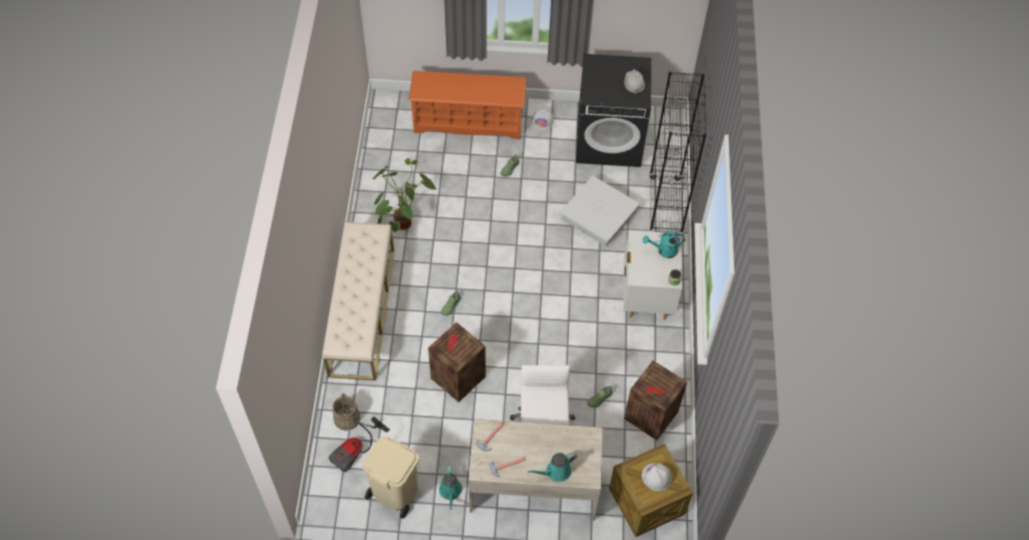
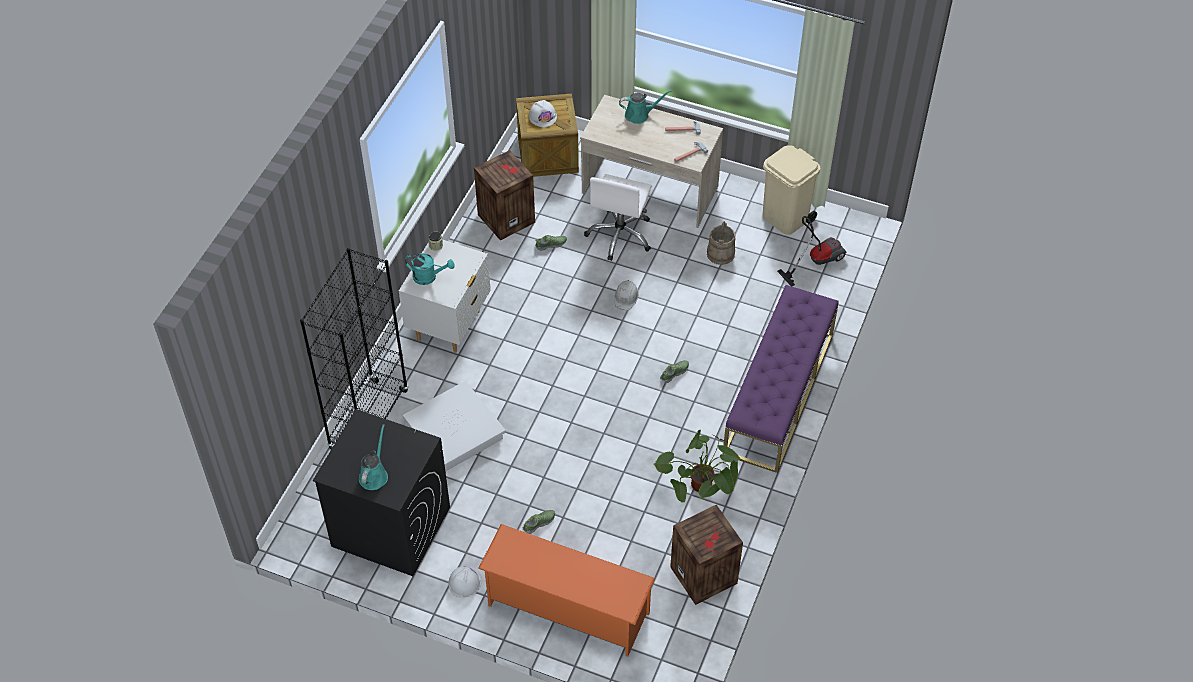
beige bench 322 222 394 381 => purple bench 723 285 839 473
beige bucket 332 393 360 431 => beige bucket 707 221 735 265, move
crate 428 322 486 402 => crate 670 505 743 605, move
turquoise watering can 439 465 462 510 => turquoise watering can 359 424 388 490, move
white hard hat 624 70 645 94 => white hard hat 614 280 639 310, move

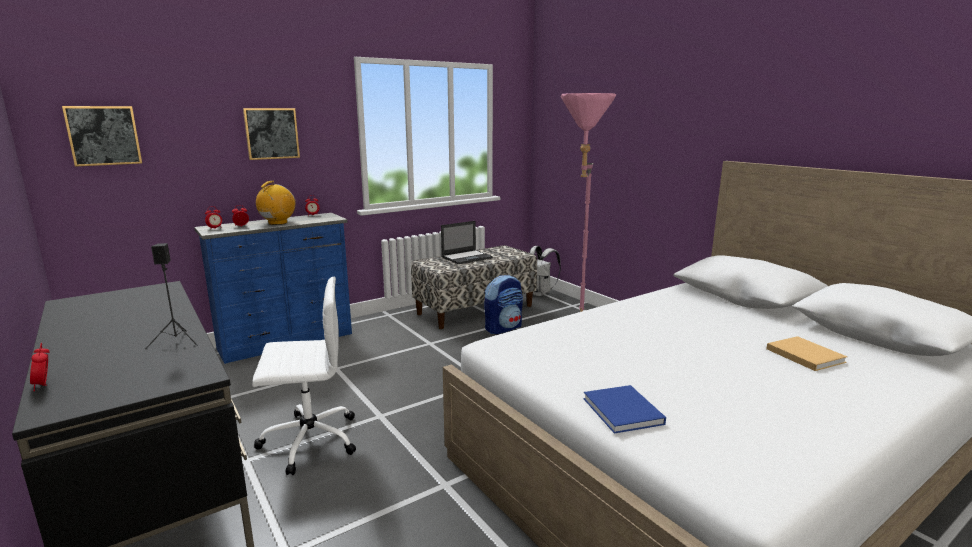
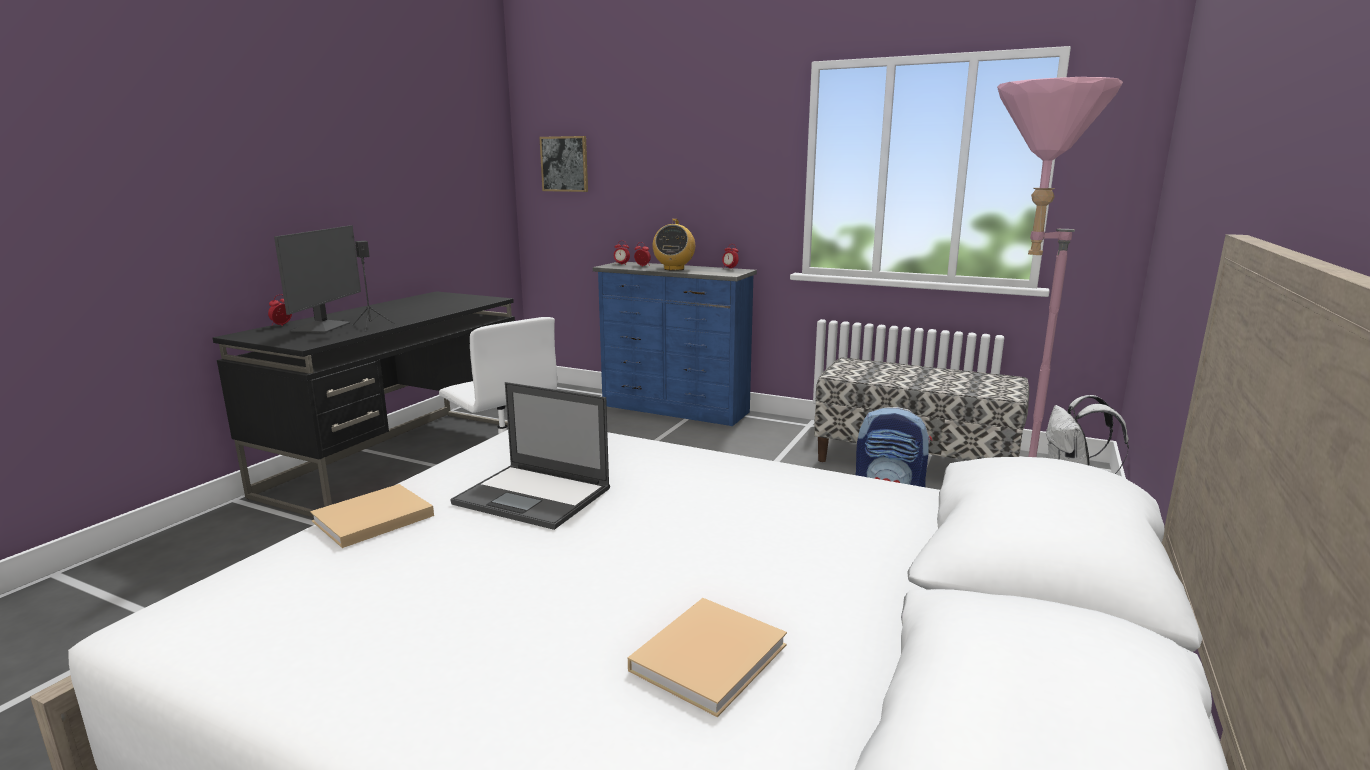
picture 243 108 300 160 => nothing
radio 256 181 296 225 => radio 653 219 695 271, 105 degrees clockwise
laptop 441 221 493 264 => laptop 450 382 610 530, move
blue book 583 385 666 434 => beige book 310 484 434 548
nothing => monitor 274 225 361 333

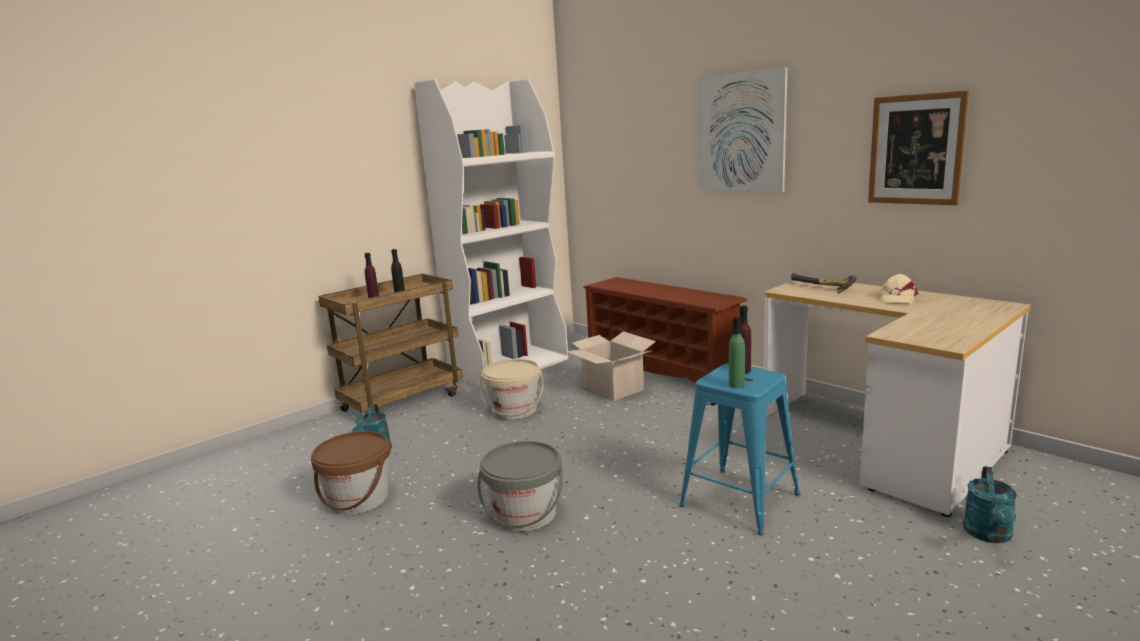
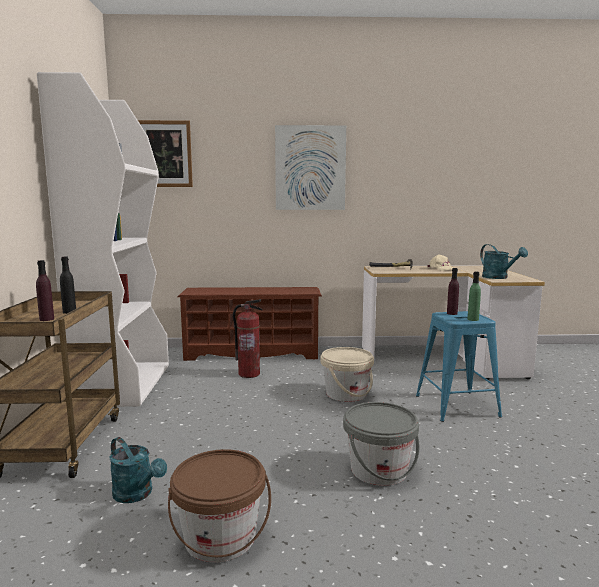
beige bucket 480 359 544 420 => beige bucket 320 347 374 402, move
cardboard box 565 331 656 401 => fire extinguisher 233 299 263 378
picture 868 90 969 205 => picture 138 120 193 187, move
turquoise watering can 963 466 1017 543 => turquoise watering can 480 244 528 279, move

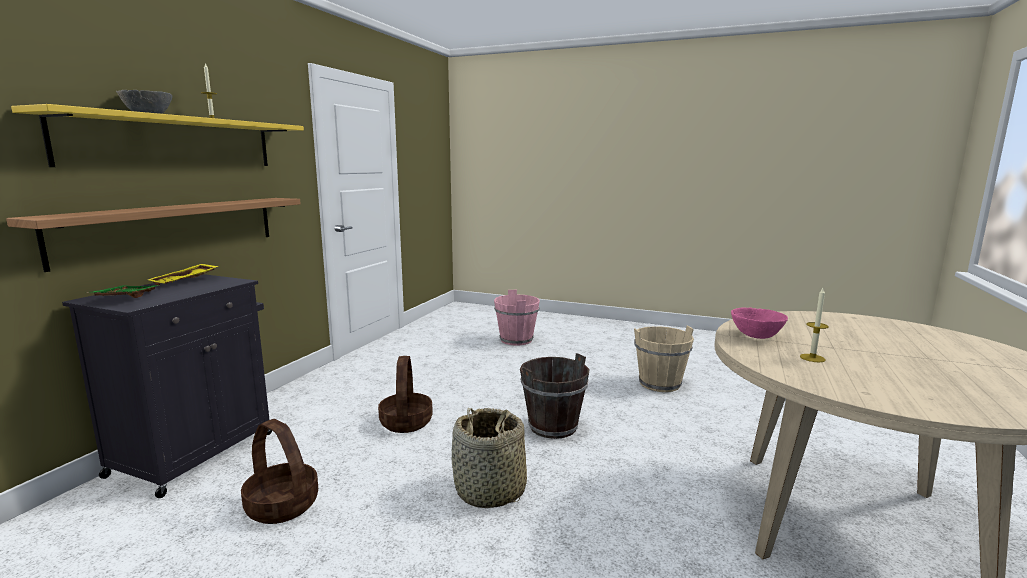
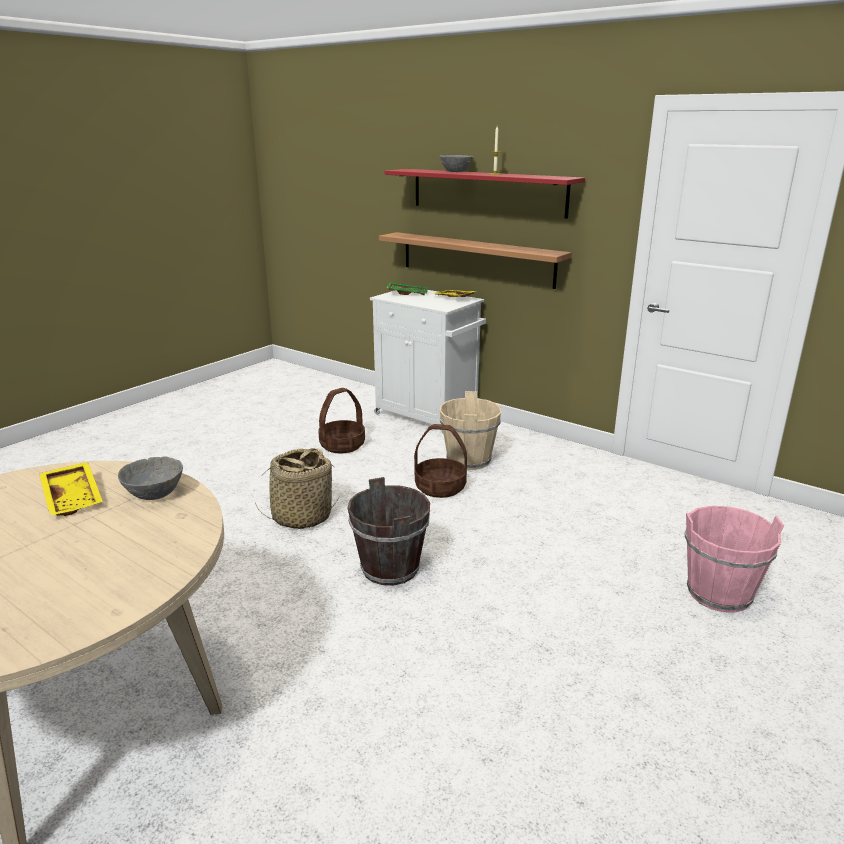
yellow shelf 11 104 304 167 => red shelf 384 169 585 219
black cabinet 62 274 272 498 => white cabinet 370 290 486 435
beige bucket 634 326 694 392 => beige bucket 440 391 501 470, move
pink bowl 731 308 788 339 => grey bowl 118 456 183 500
candle 800 288 829 362 => yellow tray 39 462 103 516

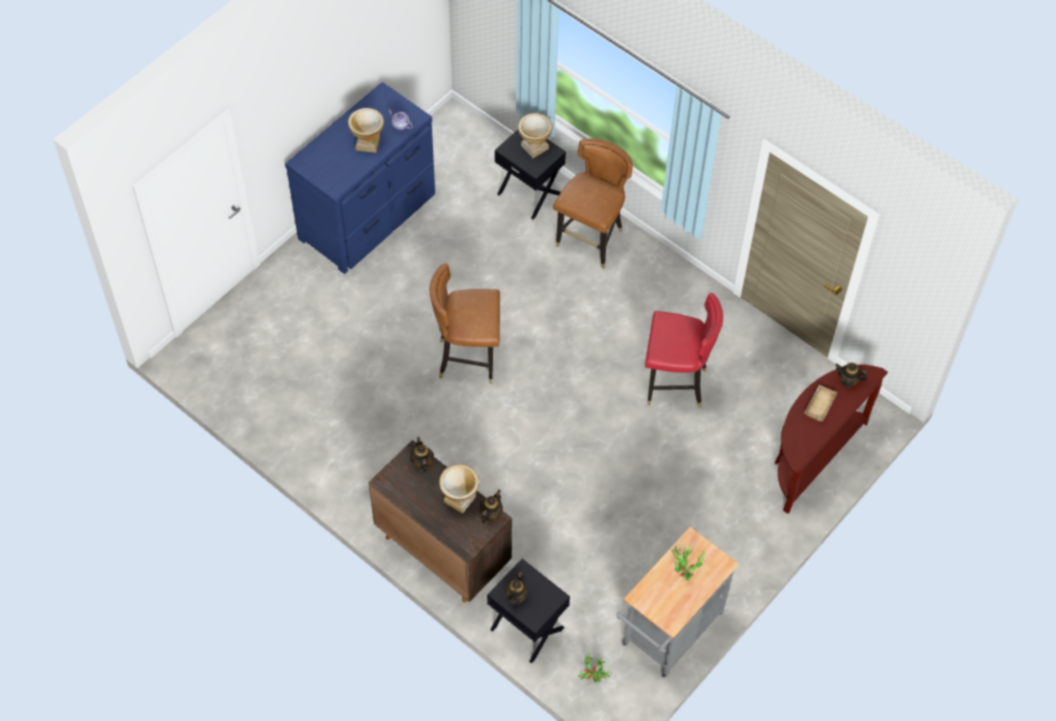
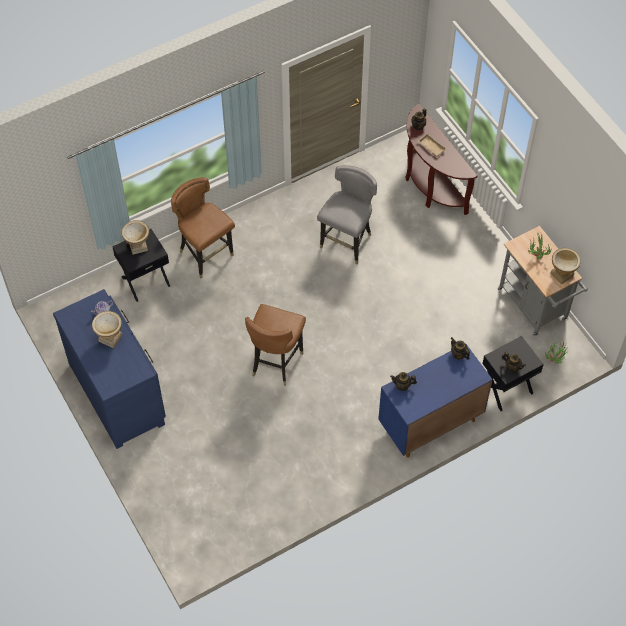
brown cabinet 368 440 512 602 => blue cabinet 378 343 493 458
vase 439 464 479 513 => vase 550 248 581 284, move
red chair 645 293 723 408 => grey chair 317 165 377 265

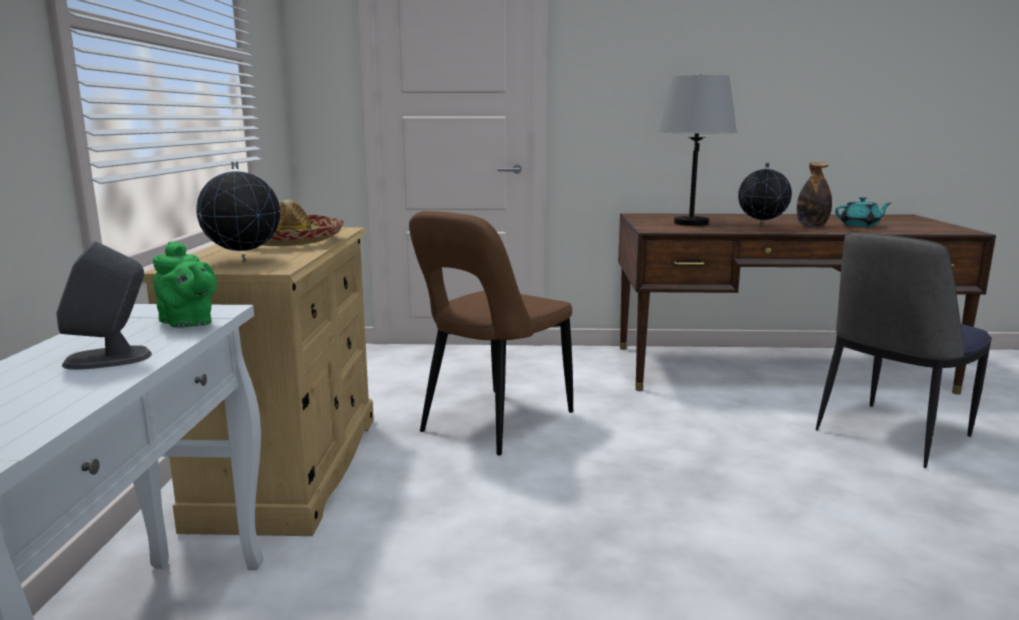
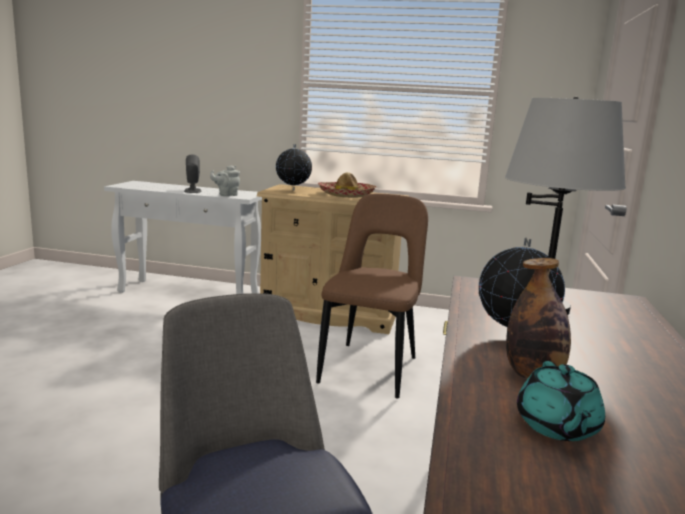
green teapot 153 242 217 328 => grey teapot 210 165 240 196
brown chair 409 211 573 455 => brown chair 316 194 428 399, 60 degrees clockwise

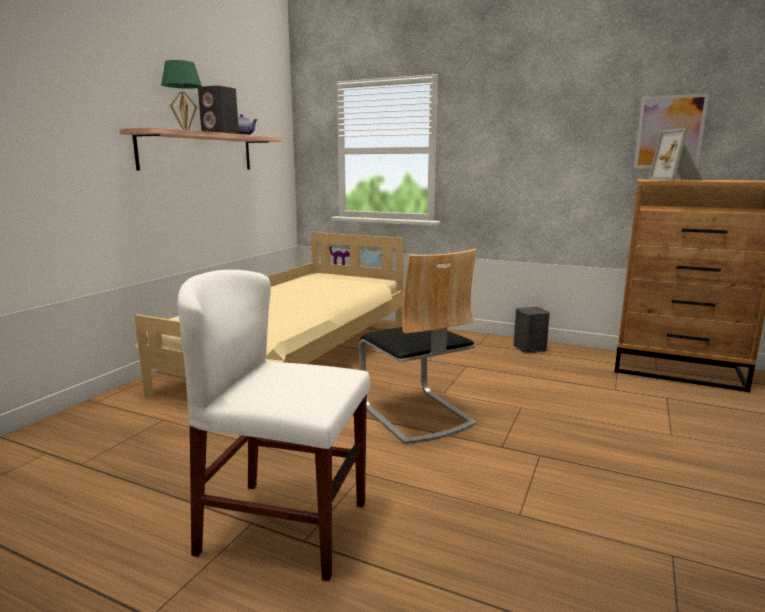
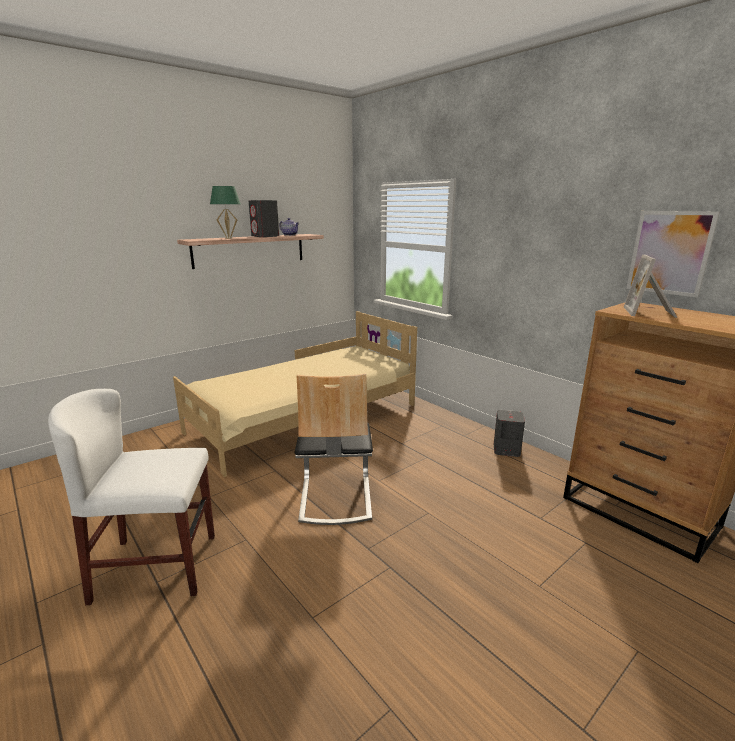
white chair 178 270 370 581 => white chair 48 389 215 605, 45 degrees counterclockwise

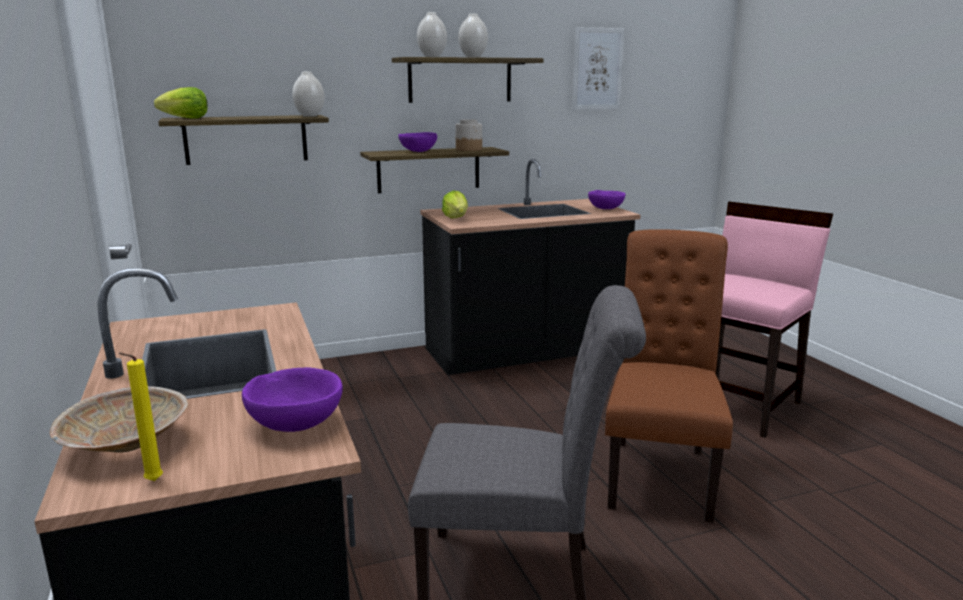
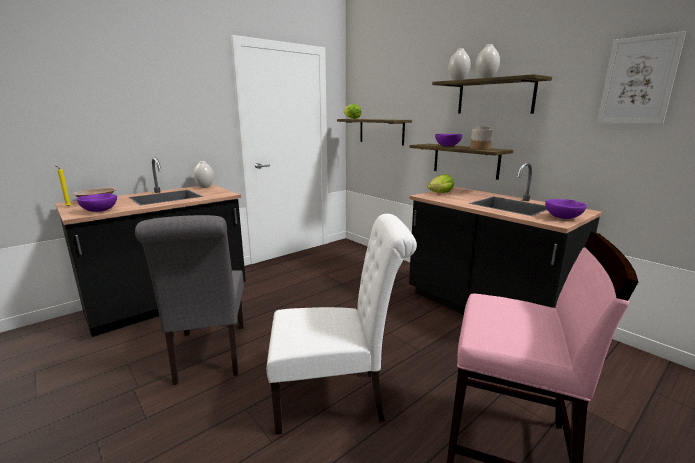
white vase 292 72 325 117 => white vase 194 161 214 188, move
brown chair 605 229 733 523 => white chair 267 214 417 434

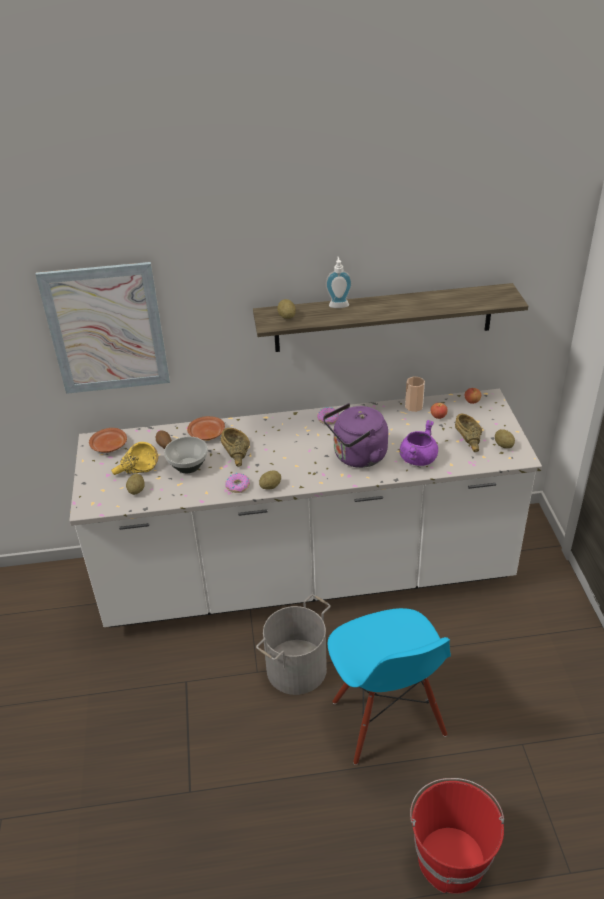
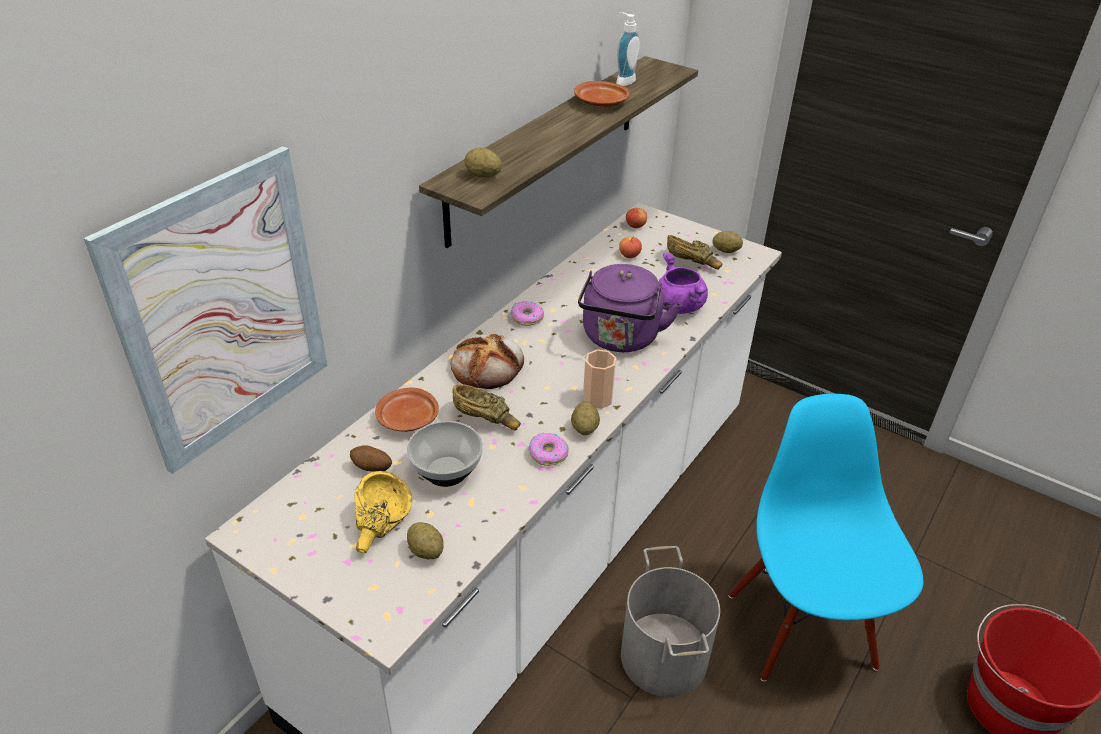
brown plate 89 428 127 453 => brown plate 574 81 630 107, move
soap dispenser 326 257 352 308 => soap dispenser 616 12 640 86, move
blue chair 328 608 451 765 => blue chair 729 394 923 682, 120 degrees counterclockwise
cup 405 376 425 412 => cup 583 349 616 409, move
nothing => bread 451 334 524 389

